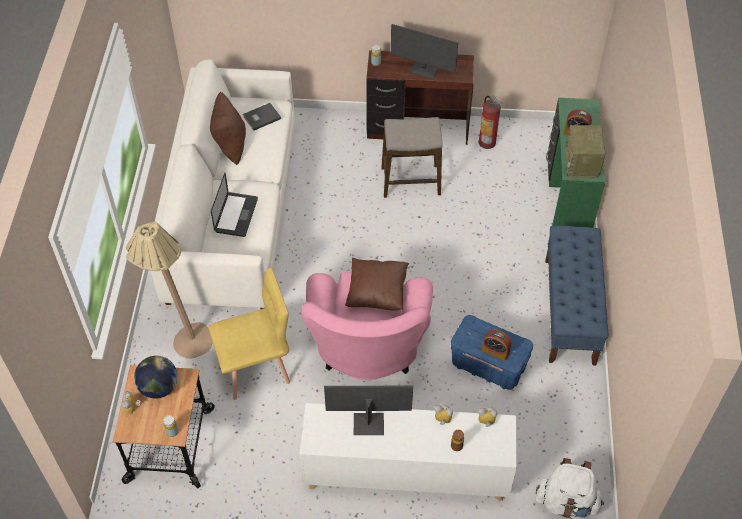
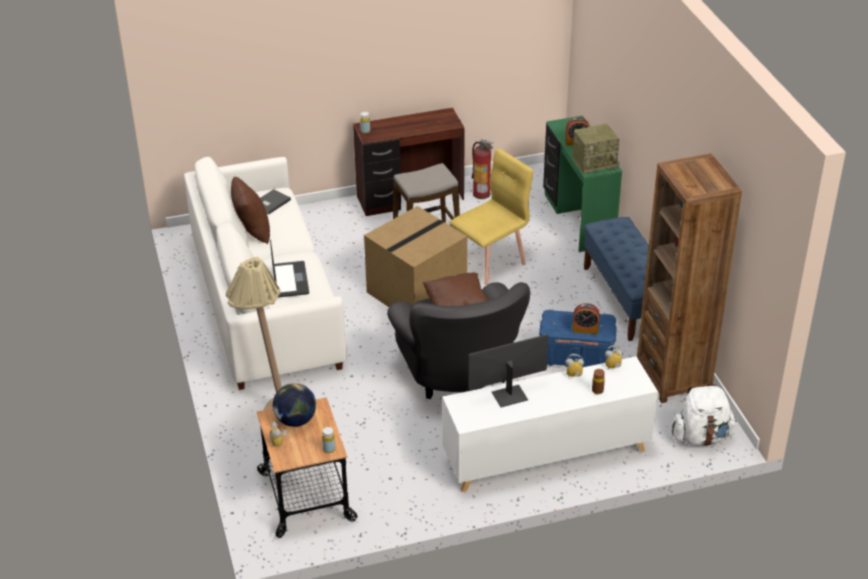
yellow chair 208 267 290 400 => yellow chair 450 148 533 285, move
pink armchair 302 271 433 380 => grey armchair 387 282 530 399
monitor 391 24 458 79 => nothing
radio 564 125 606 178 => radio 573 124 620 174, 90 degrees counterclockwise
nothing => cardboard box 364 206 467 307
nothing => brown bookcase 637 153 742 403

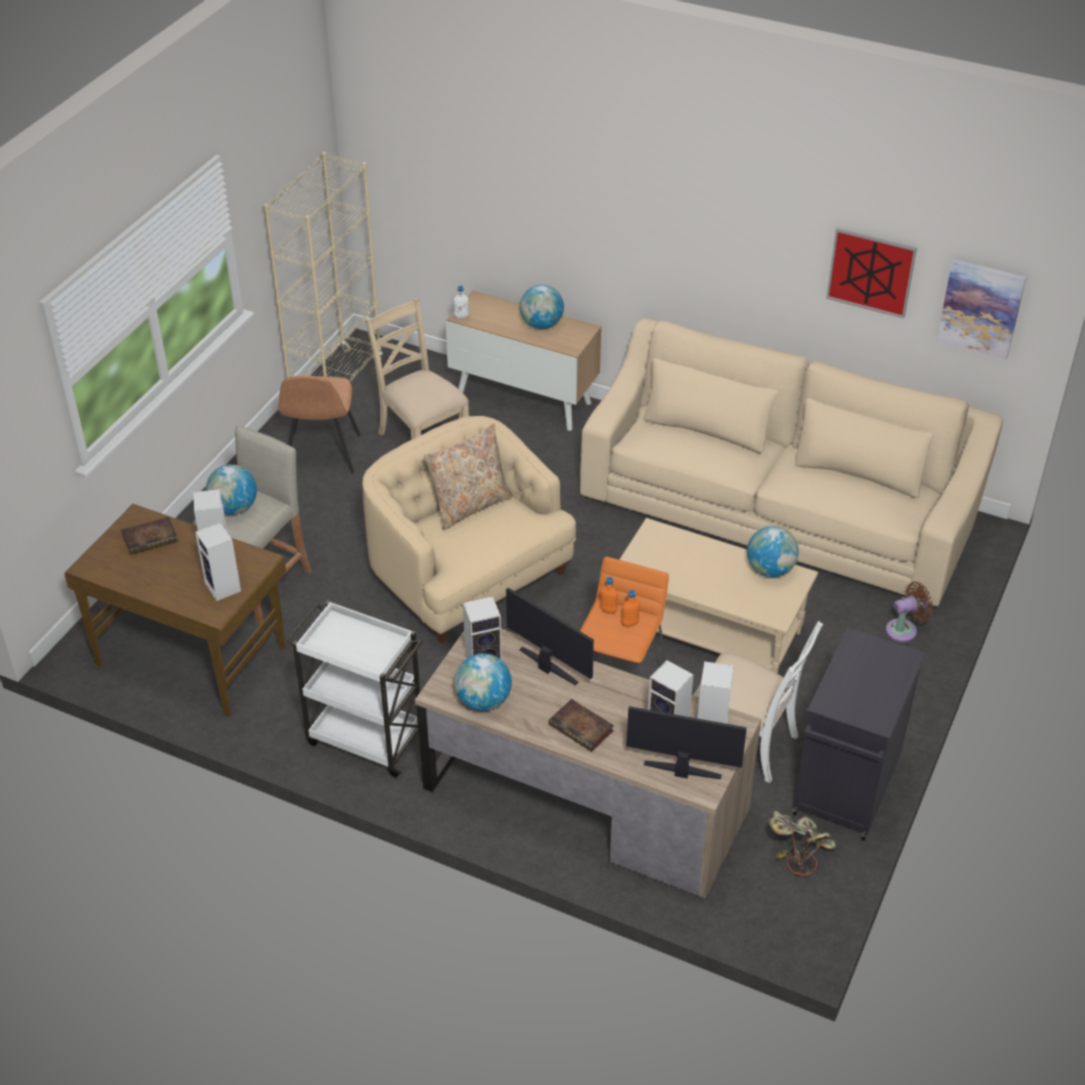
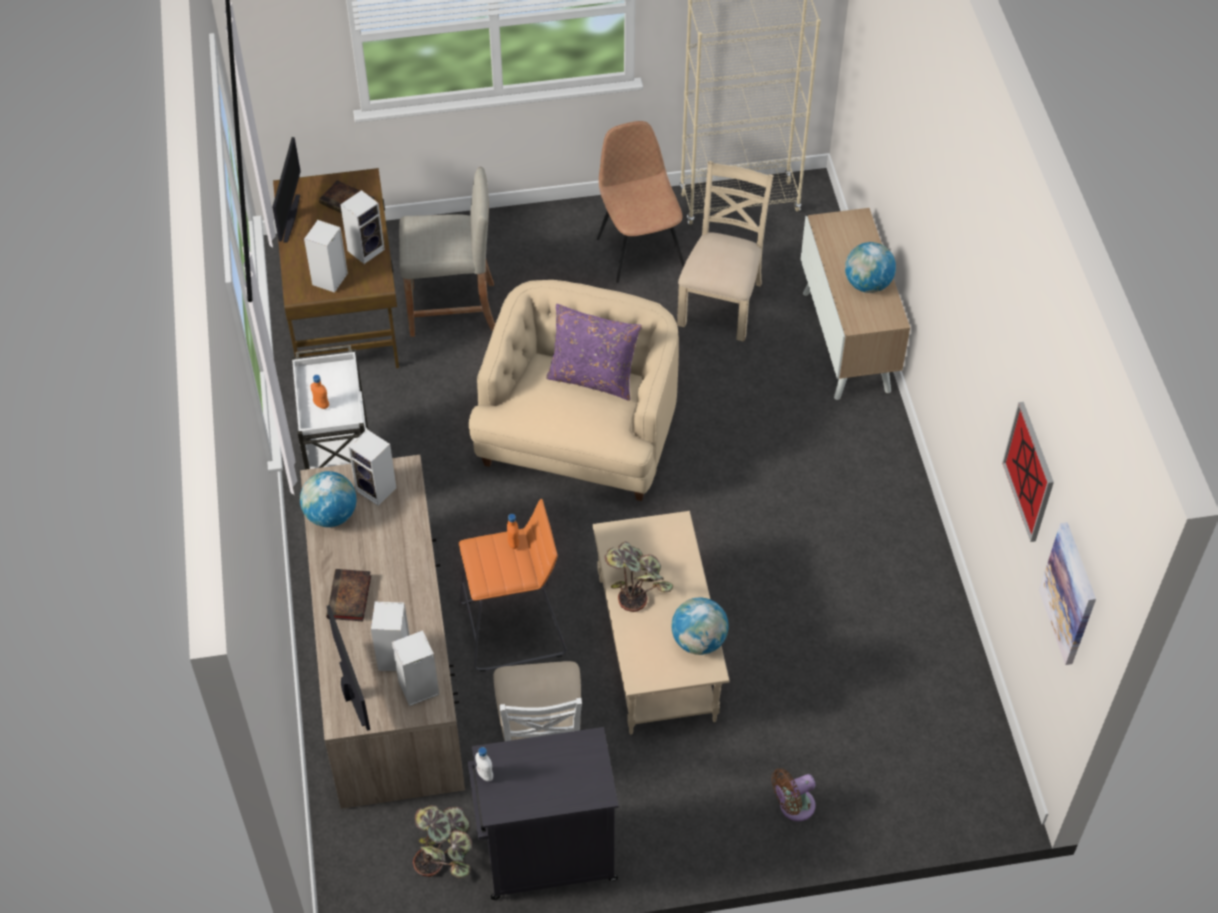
globe 206 464 257 515 => nothing
brown chair 279 375 360 474 => brown chair 597 121 685 283, 105 degrees clockwise
beige pillow 424 423 512 531 => purple pillow 546 304 642 401
white bottle 453 286 469 319 => white bottle 475 747 493 781, move
monitor 506 588 594 685 => monitor 272 137 301 243, move
beige sofa 580 318 1003 606 => nothing
orange bottle 622 590 640 627 => orange bottle 311 375 329 409, move
brown fan 886 582 933 642 => brown fan 772 768 816 821, 120 degrees clockwise
nothing => potted plant 605 542 673 612

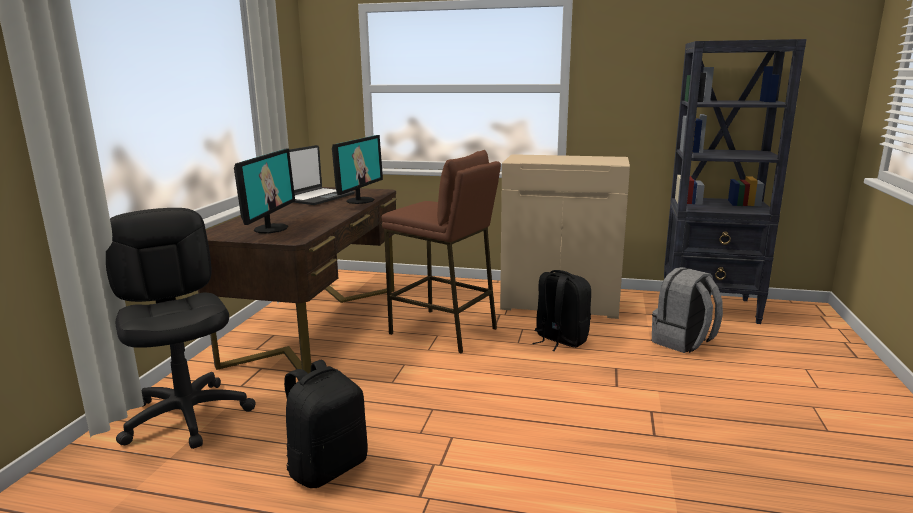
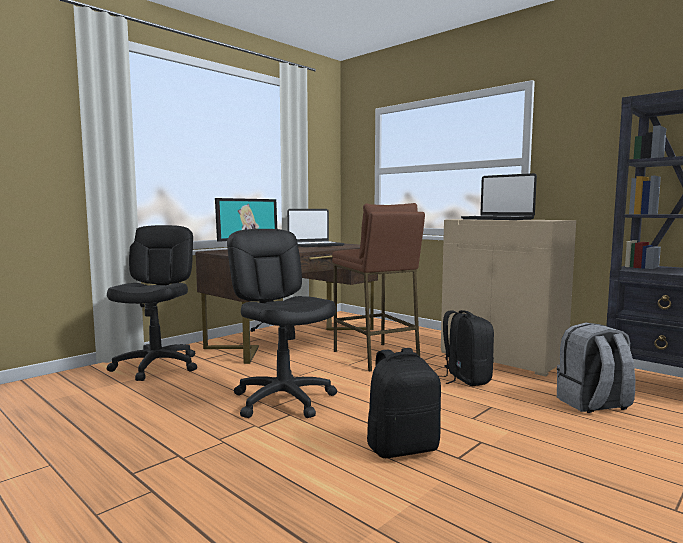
black backpack 284 360 368 488 => black backpack 367 348 441 458, move
monitor 332 135 383 204 => nothing
nothing => black office chair 227 229 337 418
nothing => laptop 461 173 537 220

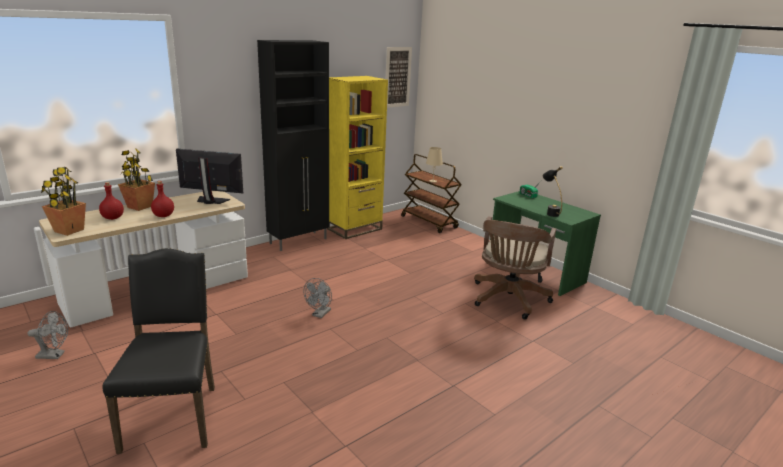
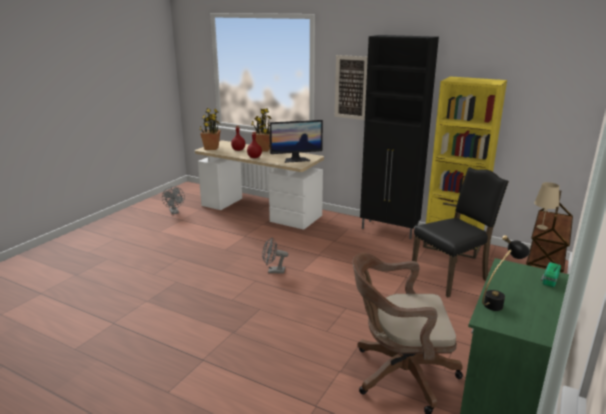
black chair 102 248 215 454 => black chair 411 167 509 297, move
monitor 176 149 243 204 => monitor 269 120 323 163, 90 degrees clockwise
picture 386 47 412 108 => picture 335 55 368 120, move

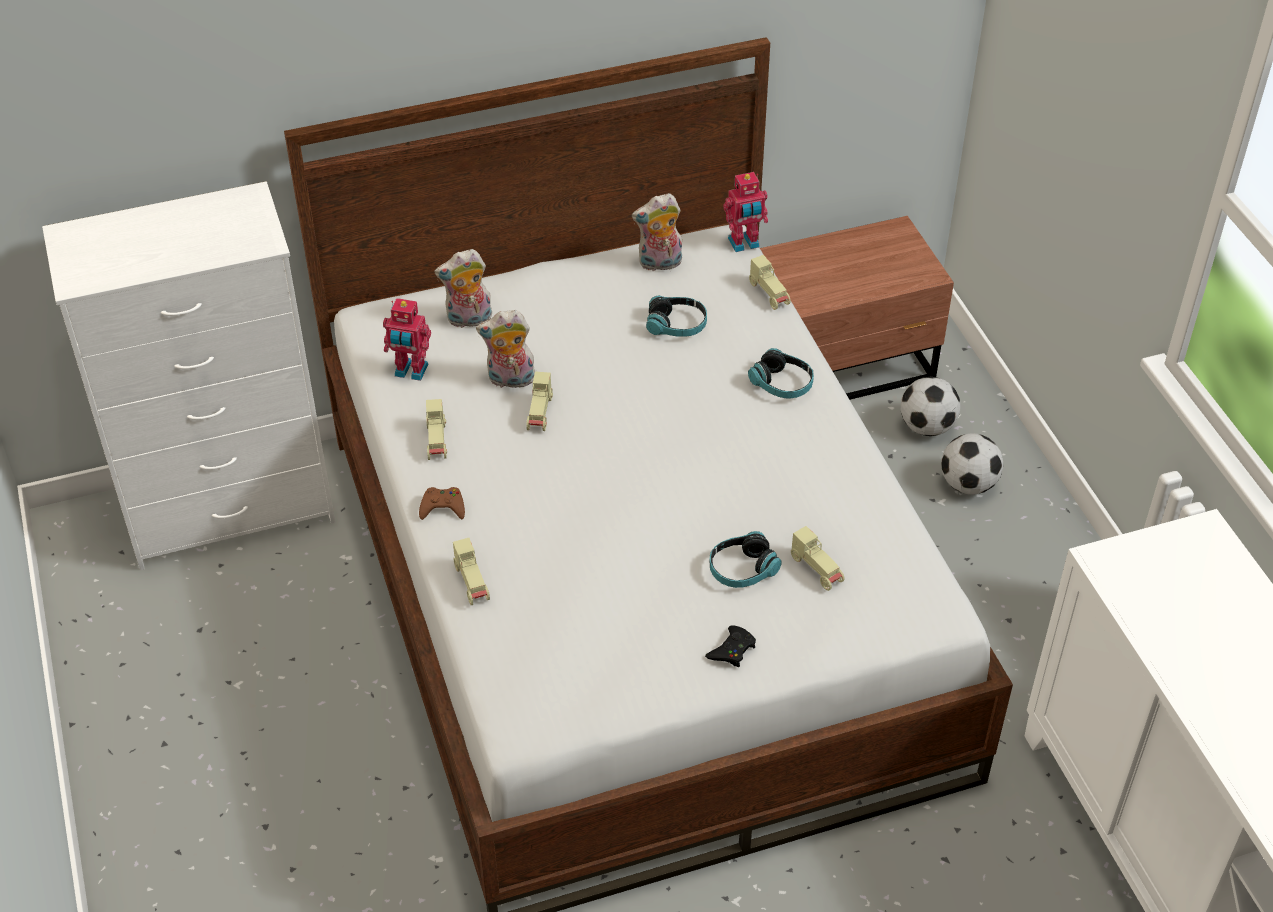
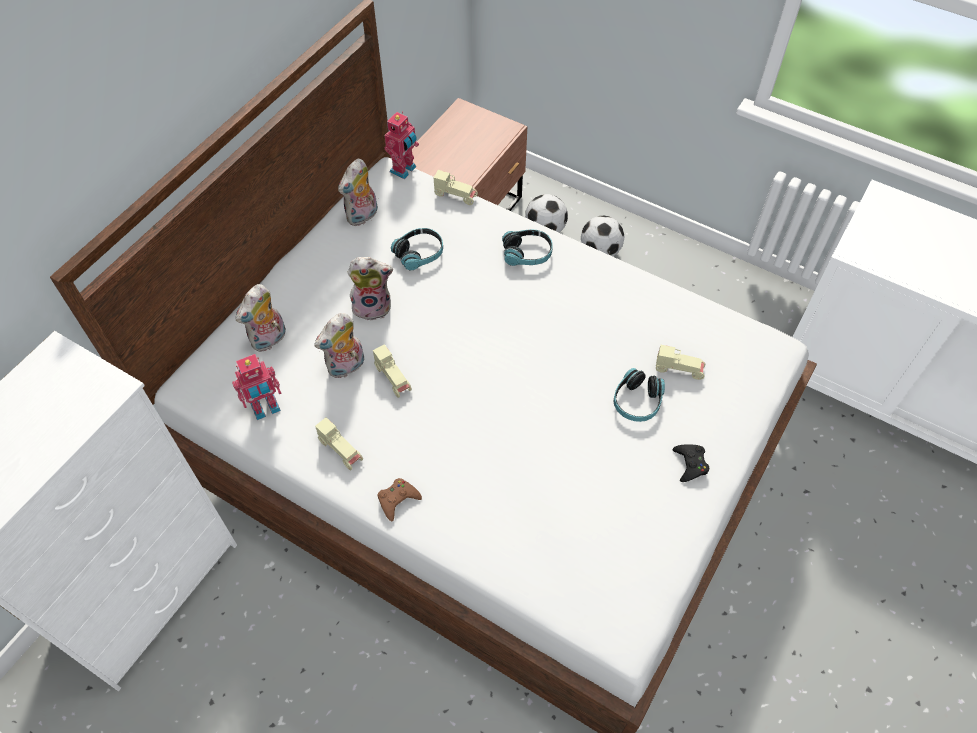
beige toy car 453 538 490 605 => nothing
nothing => plush toy 347 257 393 321

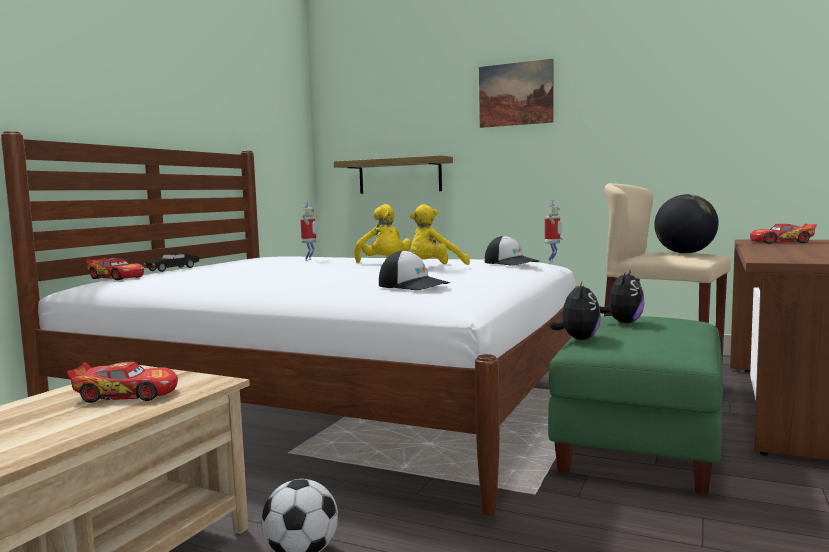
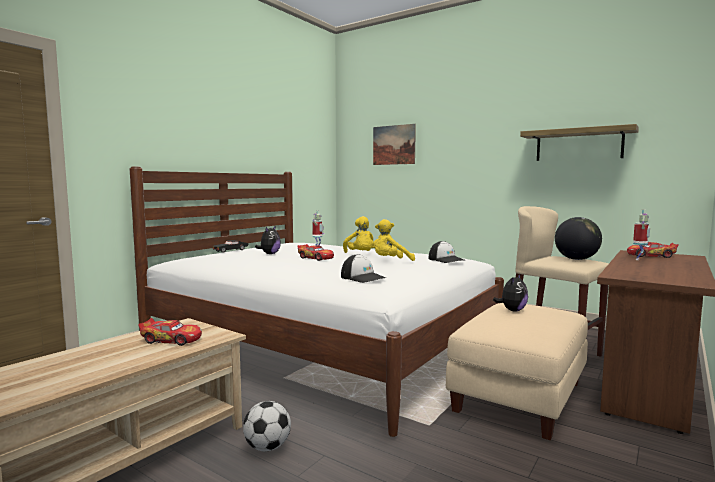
toy car 86 258 144 280 => toy car 297 244 334 261, move
shelf 334 155 453 194 => shelf 520 124 639 161, move
picture 479 59 554 128 => picture 373 124 416 165, move
toy robot 545 200 562 263 => toy robot 633 209 650 260, move
green ottoman 548 316 723 495 => beige ottoman 446 303 588 440
plush toy 550 282 601 340 => plush toy 255 225 281 254, move

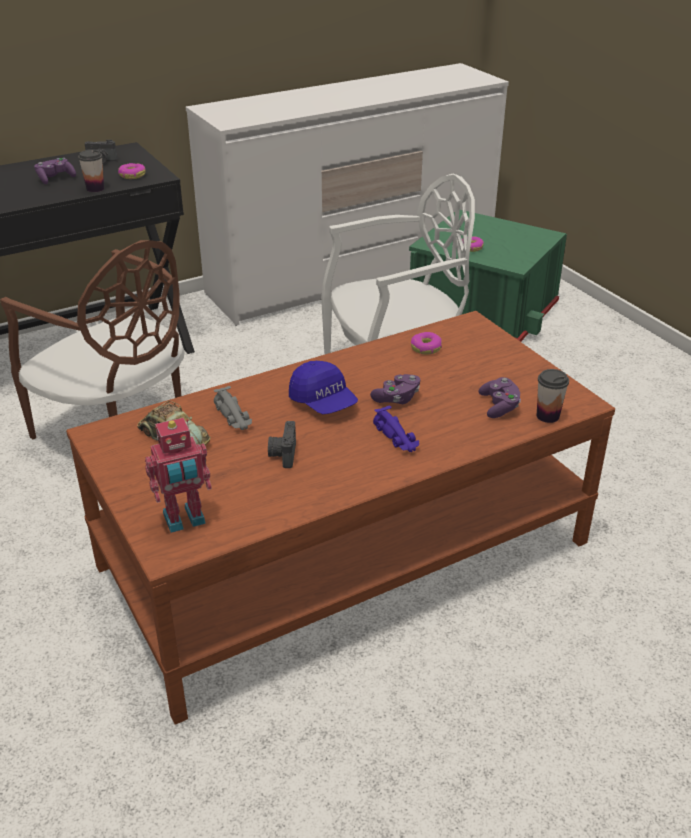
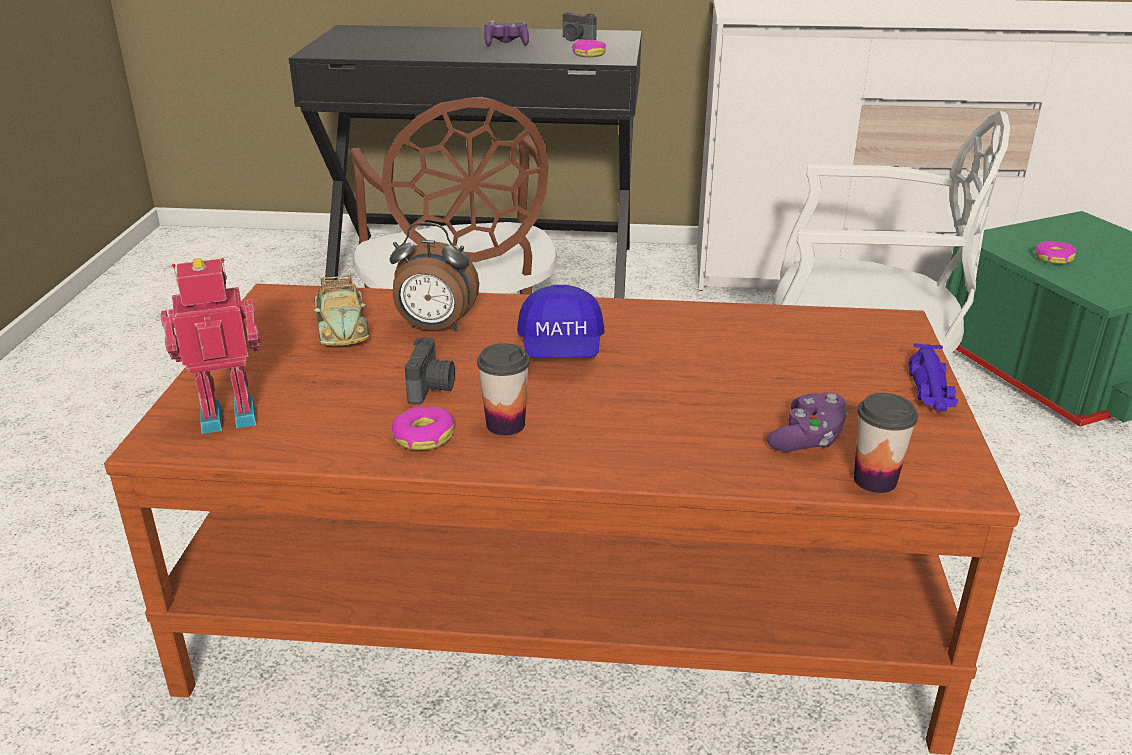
cup 78 150 104 192 => cup 477 343 530 436, move
toy robot 145 418 212 533 => toy robot 160 258 260 434, 150 degrees clockwise
grey toy car 214 386 252 430 => alarm clock 389 222 479 332
photo camera 268 421 296 468 => photo camera 405 337 455 405, 150 degrees clockwise
purple game controller 370 374 420 404 => nothing
purple toy car 373 406 419 452 => purple toy car 908 343 958 412, move
donut 411 332 442 355 => donut 392 406 454 450, move

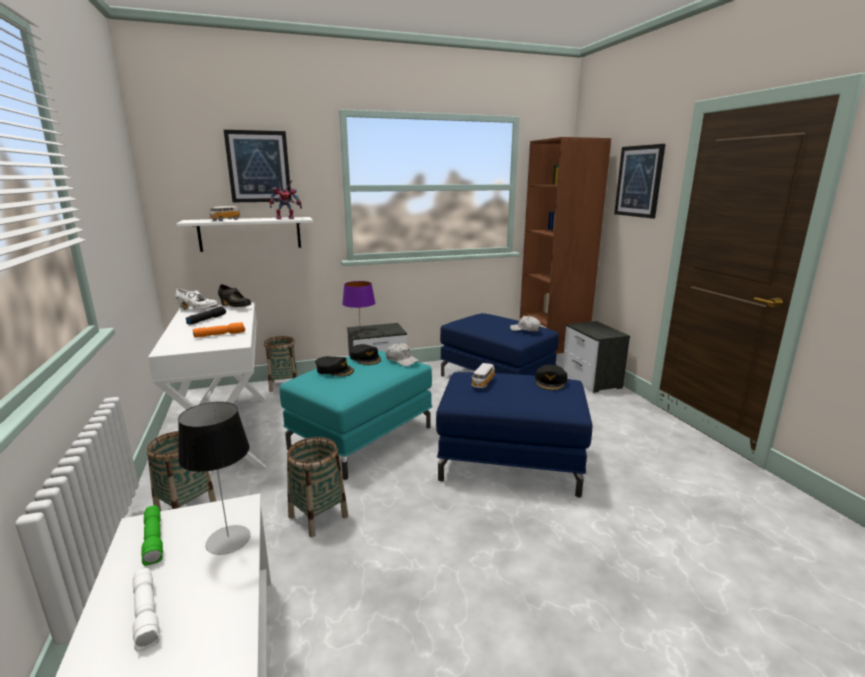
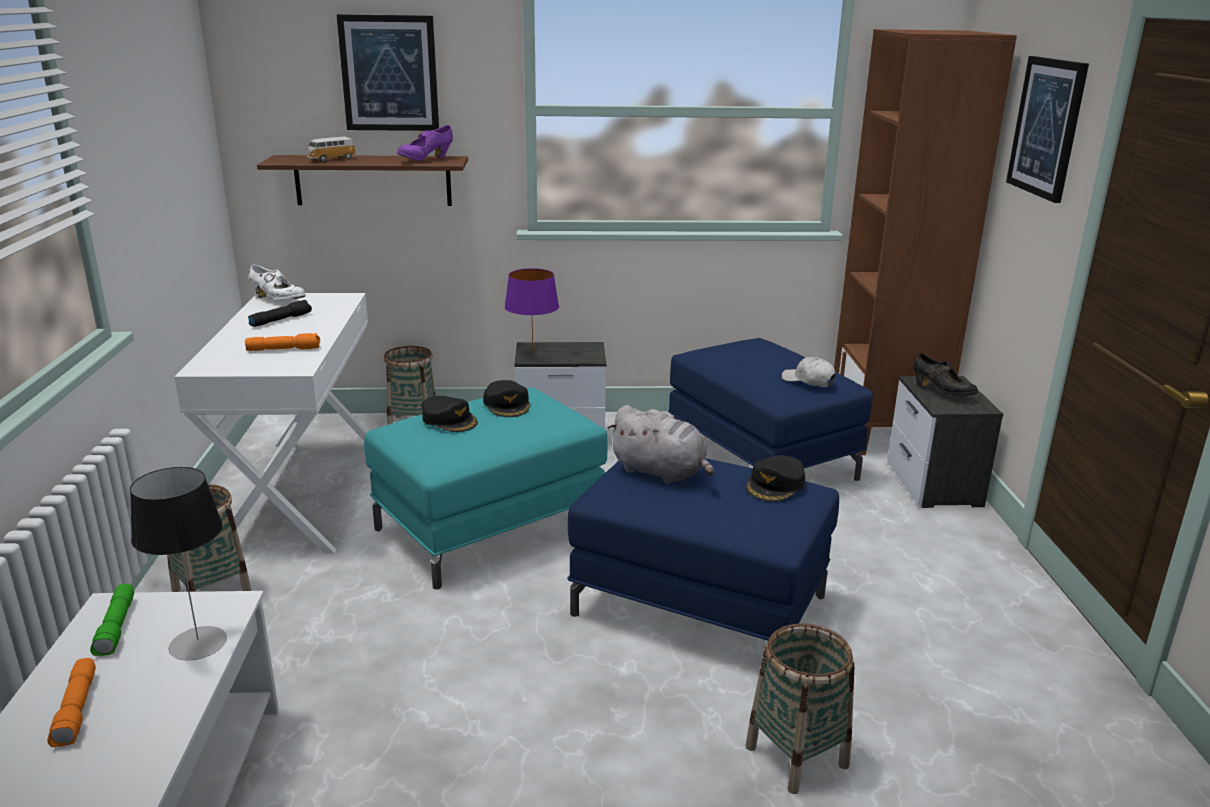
white flashlight 133 568 159 652 => orange flashlight 47 658 96 747
white shelf 176 217 313 252 => brown shelf 257 155 468 206
black shoe 218 284 251 307 => black shoe 914 353 978 395, move
toy robot 270 177 302 219 => purple shoe 397 125 453 161
basket 287 437 348 537 => basket 745 623 855 794, move
white cap 386 343 419 366 => nothing
toy car 471 363 495 388 => grey plush toy 607 405 714 484

